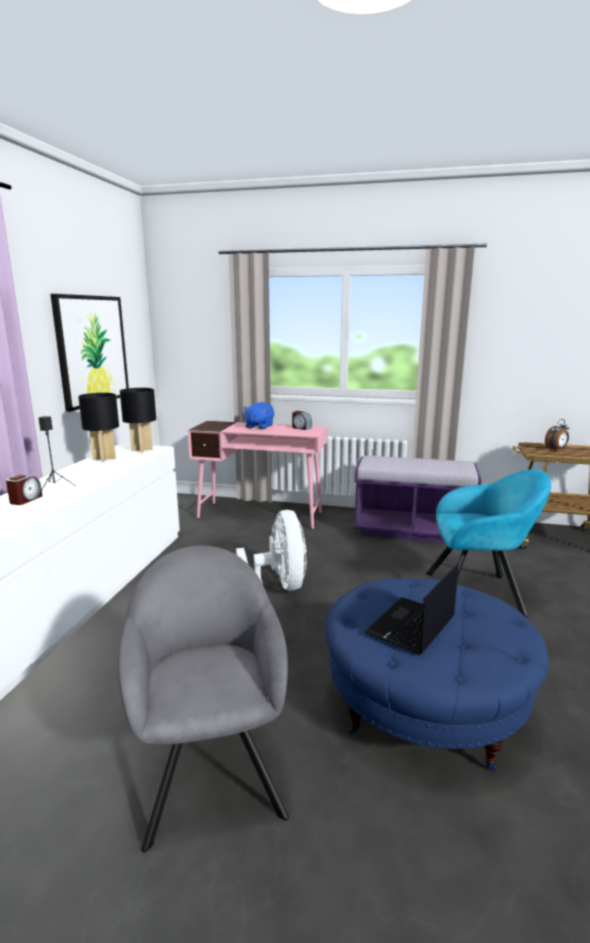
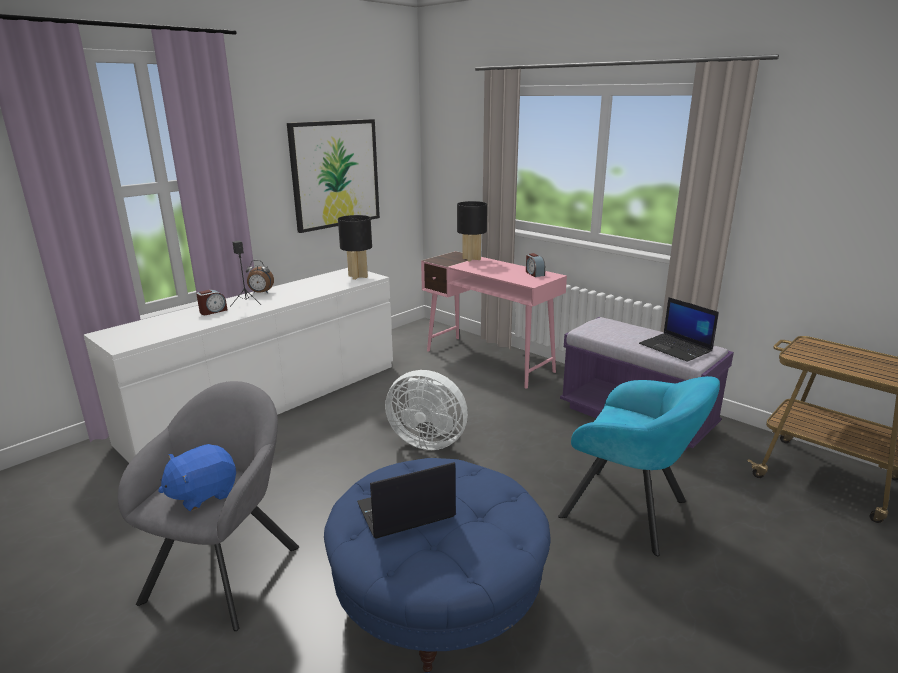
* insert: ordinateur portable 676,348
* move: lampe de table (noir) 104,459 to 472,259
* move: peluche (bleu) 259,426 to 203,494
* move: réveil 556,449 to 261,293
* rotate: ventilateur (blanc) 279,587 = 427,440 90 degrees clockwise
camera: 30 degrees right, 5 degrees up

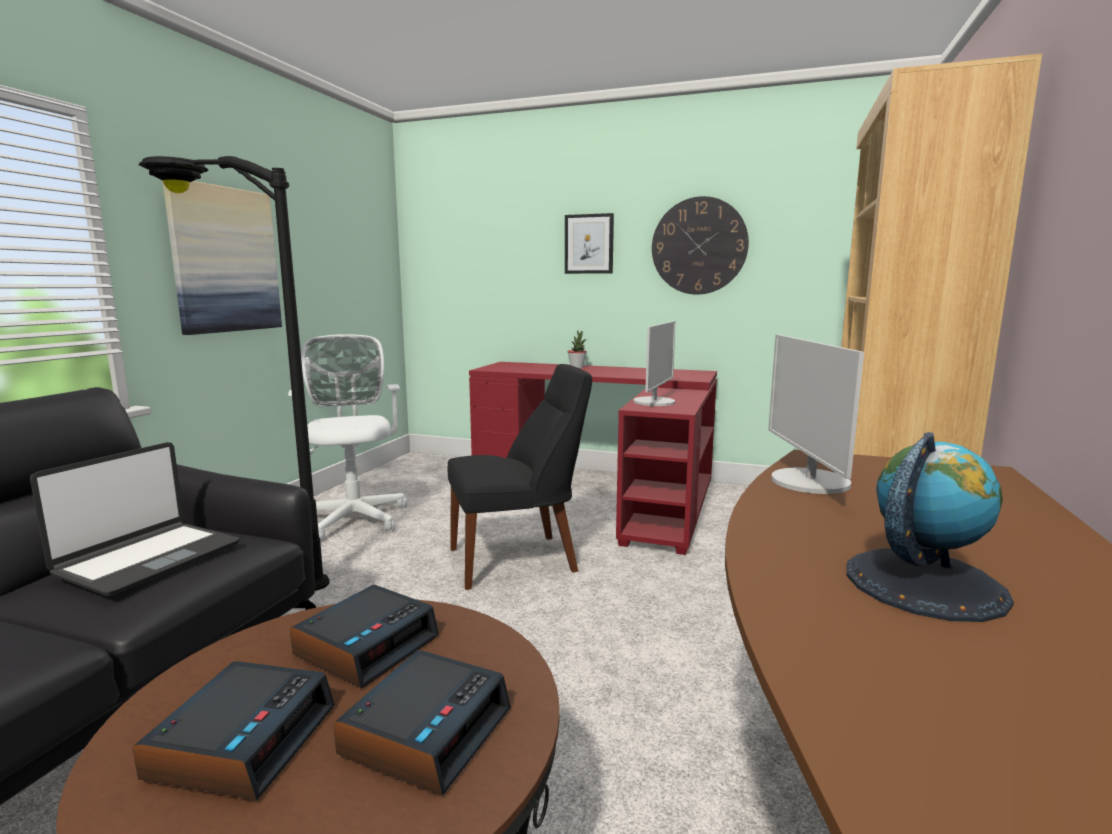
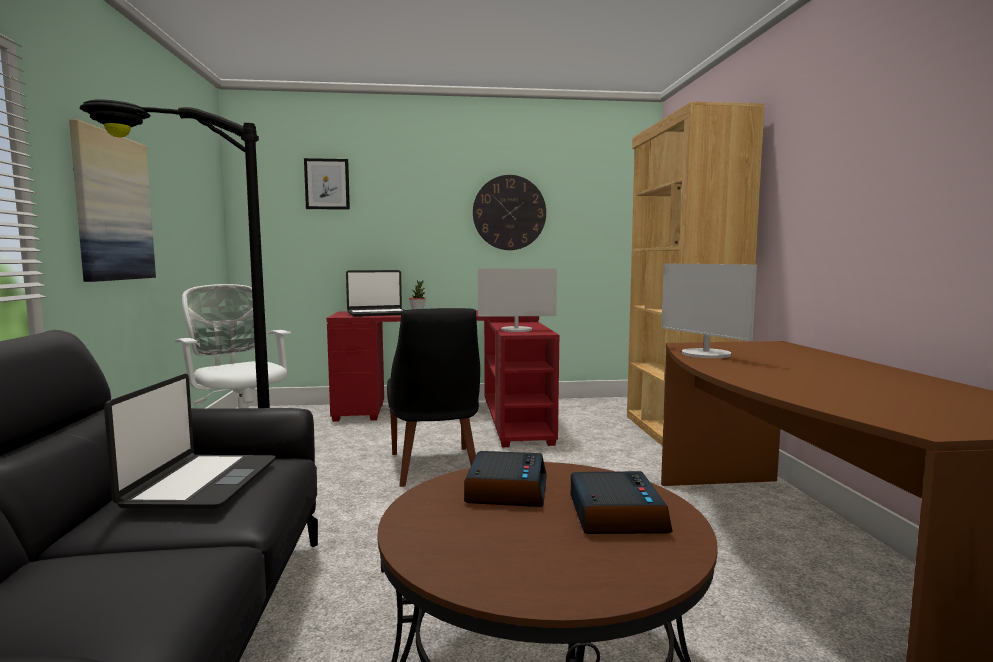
* delete: réveil 243,741
* delete: globe 923,583
* insert: ordinateur portable 377,313
* move: tableau 589,244 to 327,184
* rotate: chaise (noir) 519,560 = 435,468 120 degrees clockwise
* rotate: écran d'ordinateur 654,402 = 516,330 90 degrees clockwise
camera: 25 degrees left, 5 degrees down

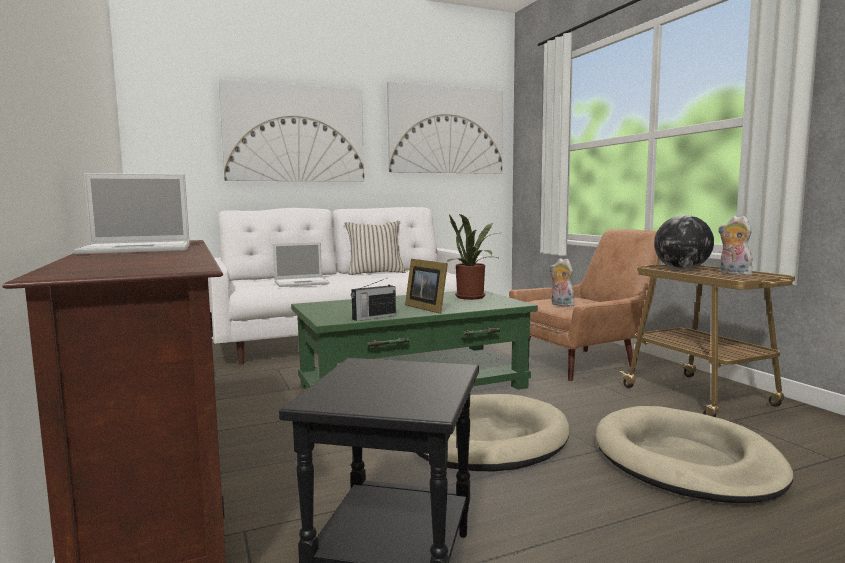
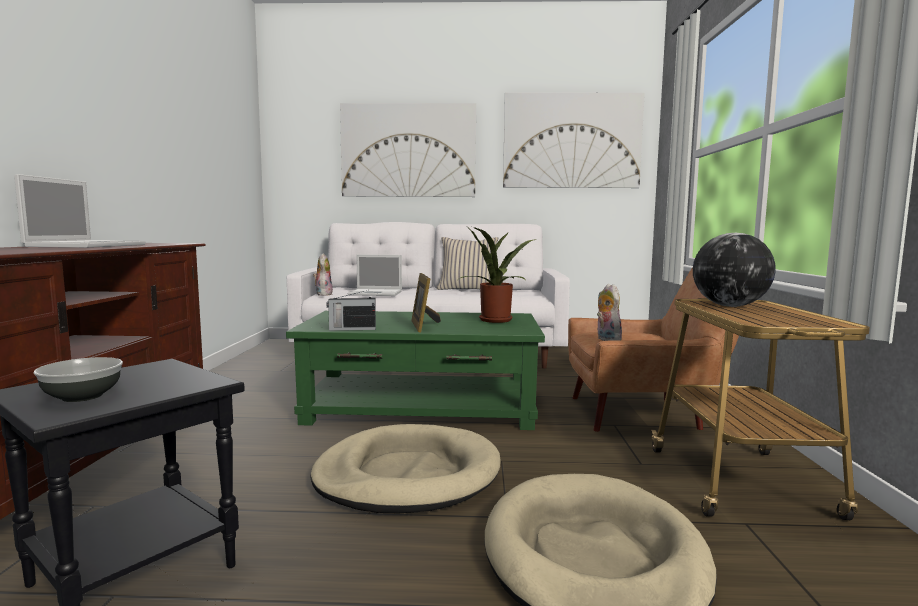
* insert: bol 83,396
* move: peluche 733,274 to 323,294
* rotate: ordinateur portable 139,249 = 88,245 90 degrees counterclockwise
camera: 25 degrees right, 0 degrees up

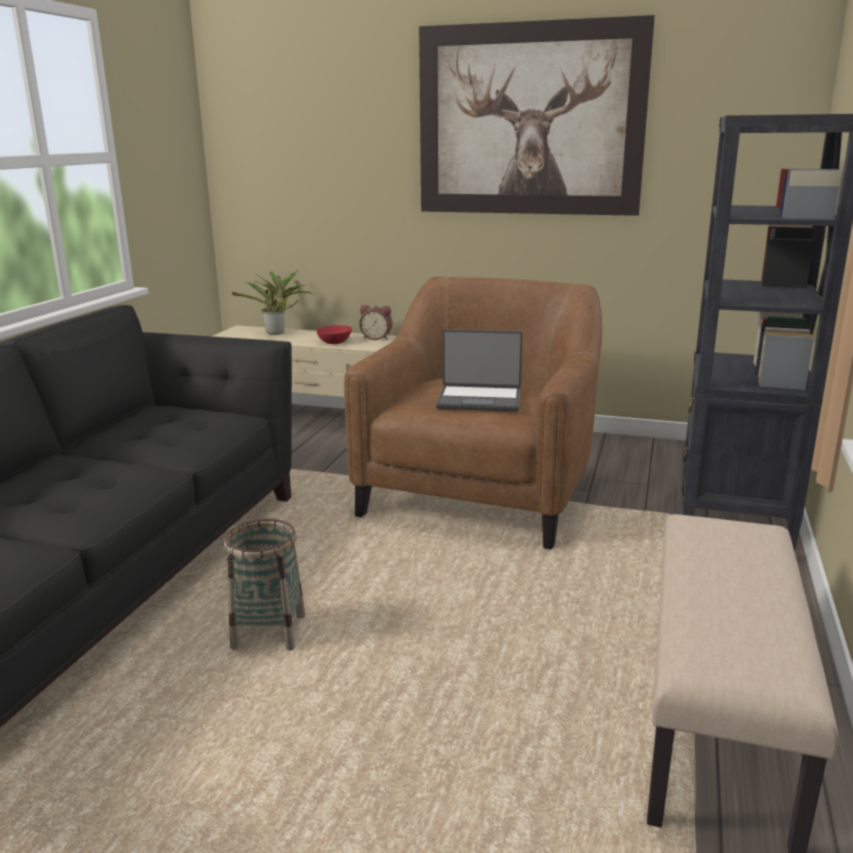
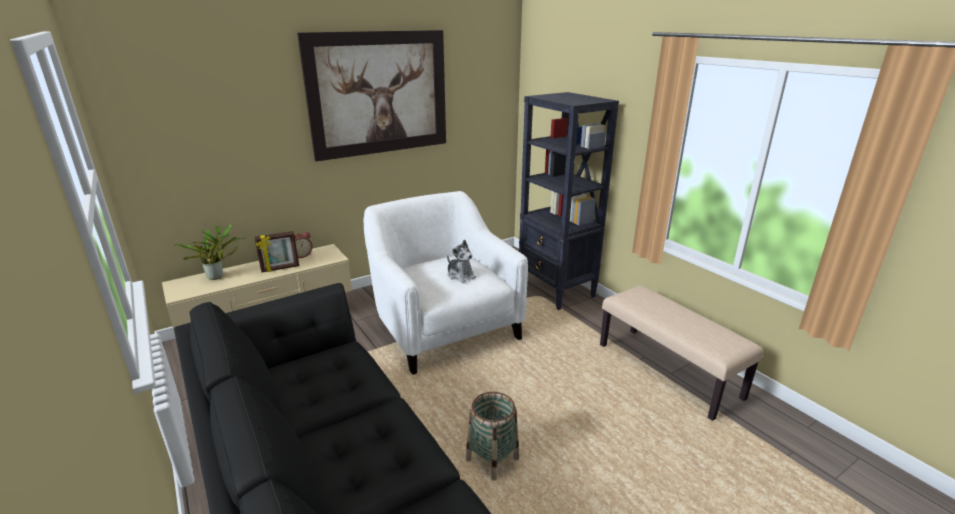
* replace: bol (rouge) 335,342 to cadre photo 280,268
* replace: ordinateur portable 479,400 to peluche 460,275
* recolor: fauteuil (marron) 480,491 to fauteuil (blanc) 443,326
camera: 50 degrees left, 5 degrees up

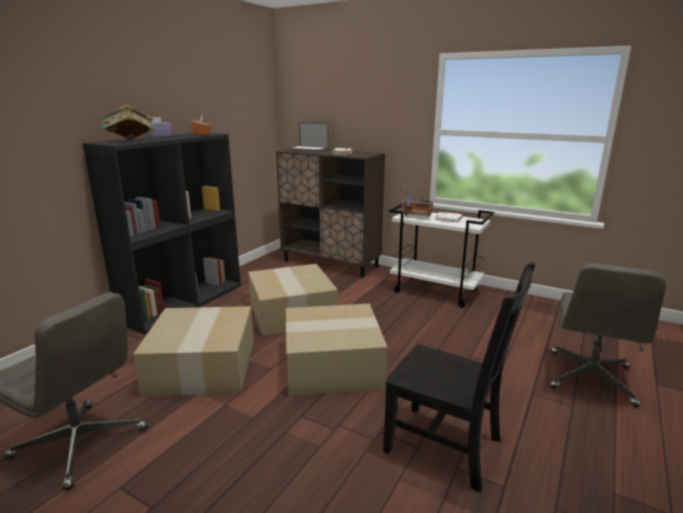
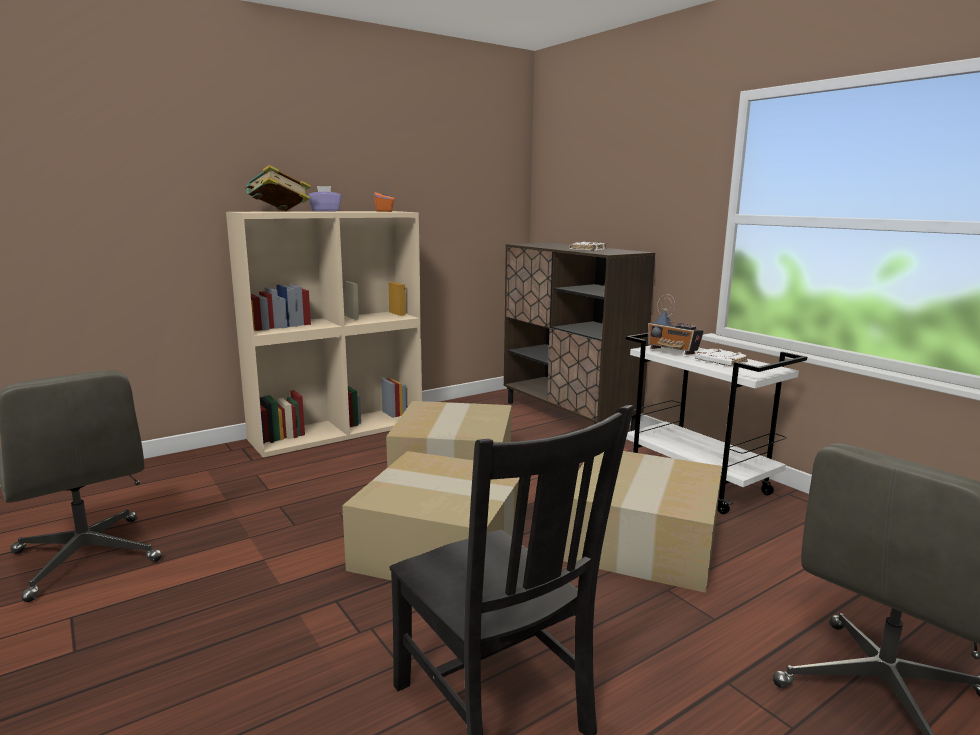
* delete: ordinateur portable 308,150
* move: carton 203,367 to 643,542
* recolor: bibliothèque (noir) 184,302 to bibliothèque (beige) 338,430
camera: 25 degrees right, 5 degrees down

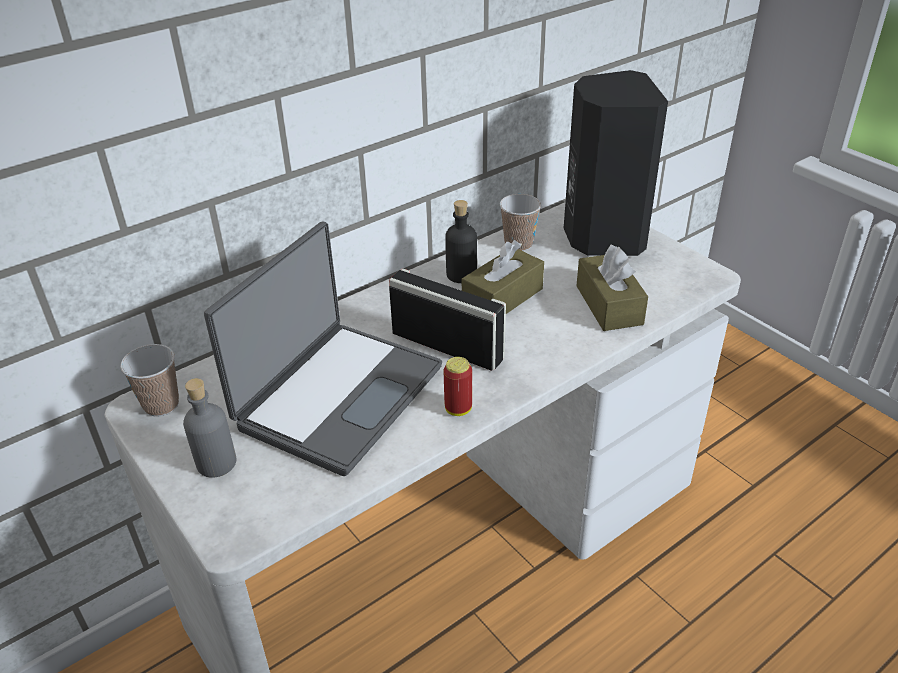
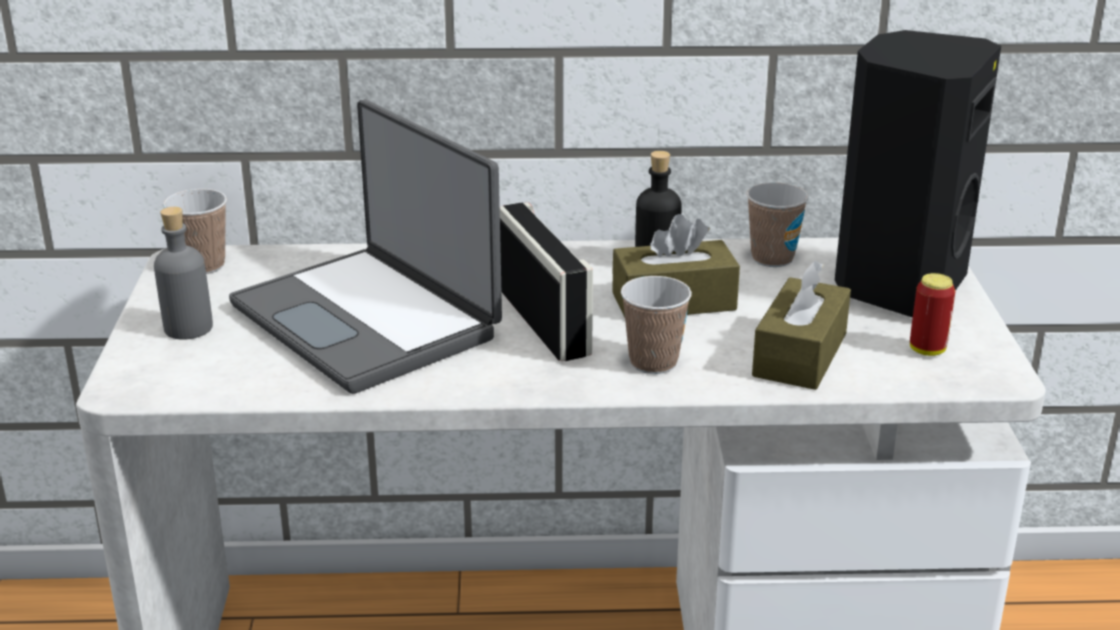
* insert: tasse 653,362
* move: boîte métallique 458,409 to 927,350
* rotate: ordinateur portable 337,396 = 368,320 75 degrees clockwise
camera: 35 degrees right, 10 degrees down

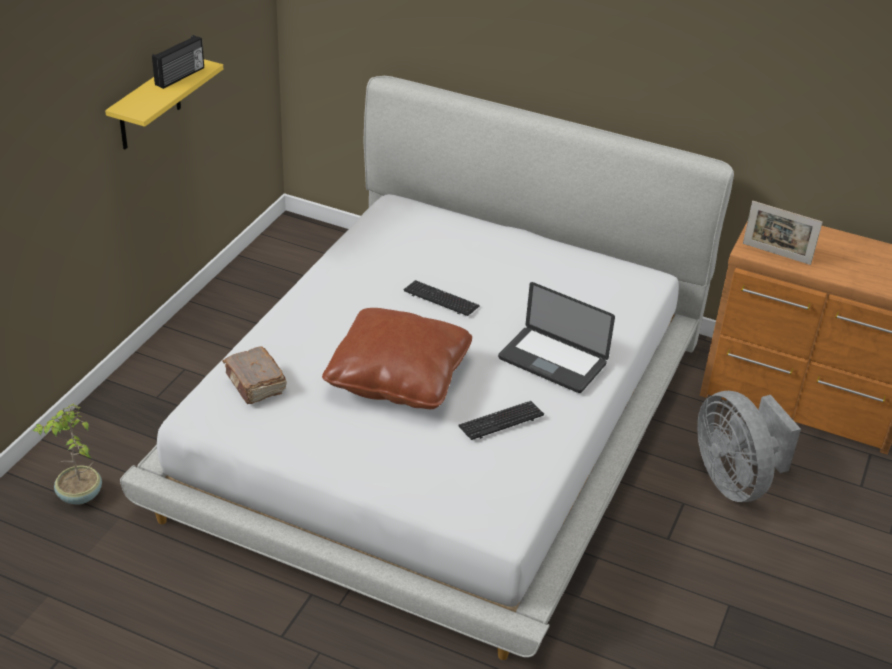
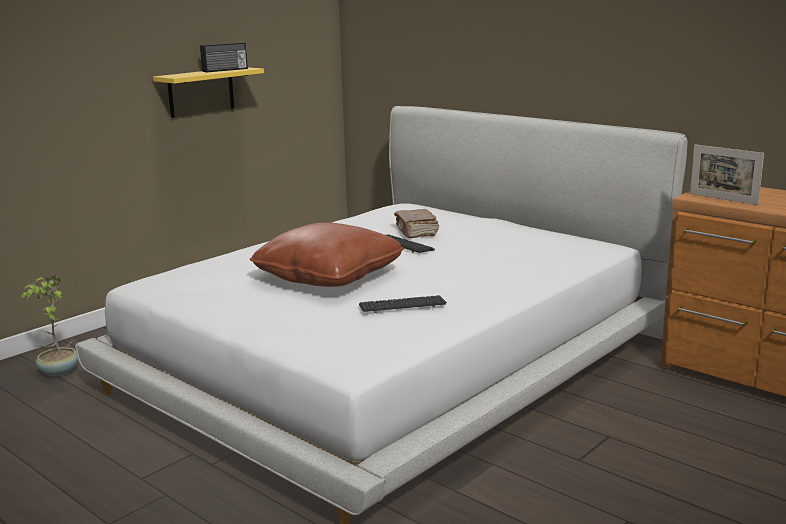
* delete: ordinateur portable 552,361
* delete: ventilateur (gris) 735,480
* move: livre (marron) 255,384 to 416,232
camera: 20 degrees right, 20 degrees down

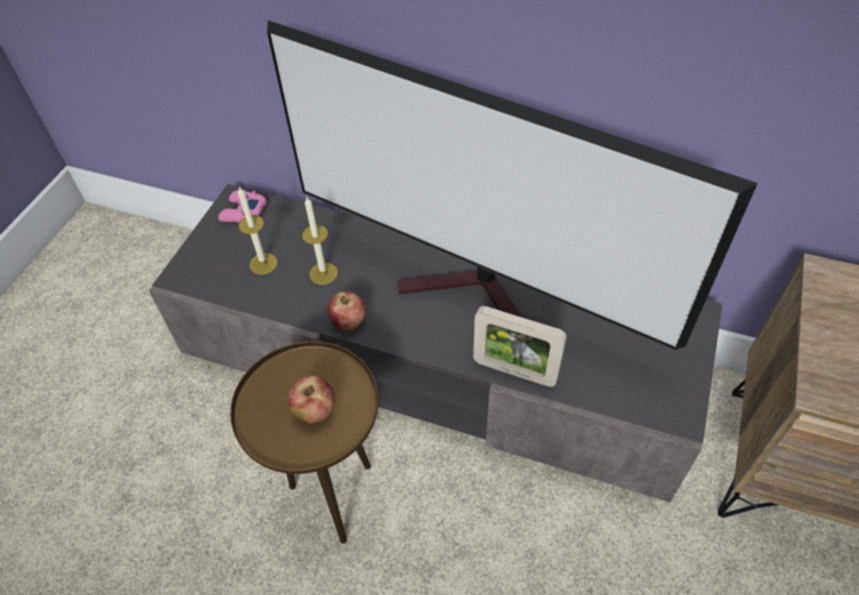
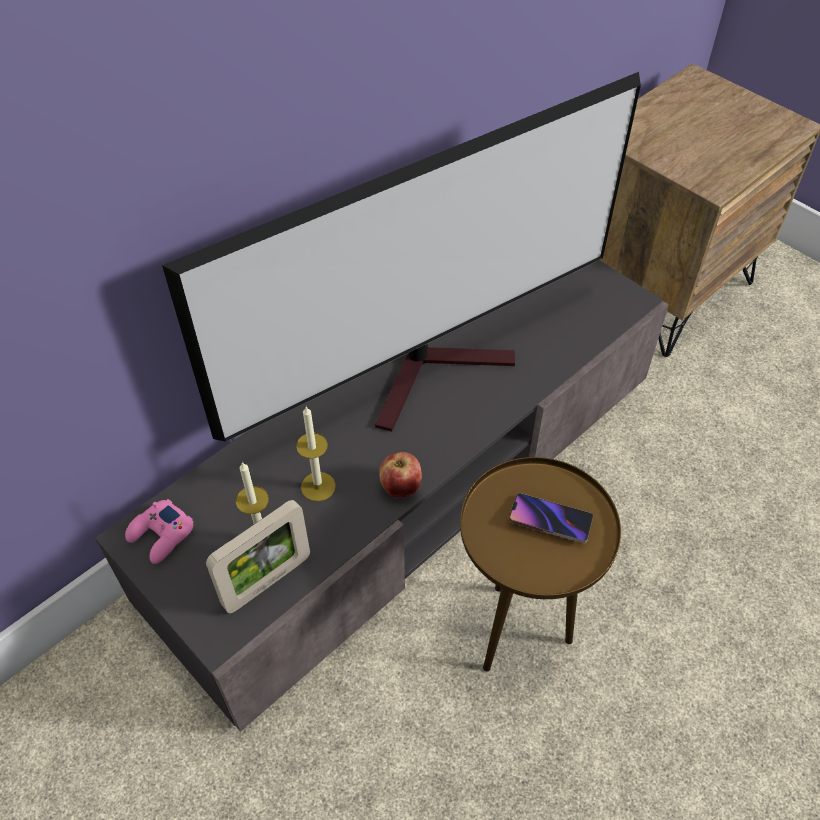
* move: cadre photo 514,371 to 267,582
* replace: pomme 315,411 to téléphone 550,520
camera: 65 degrees left, 0 degrees up

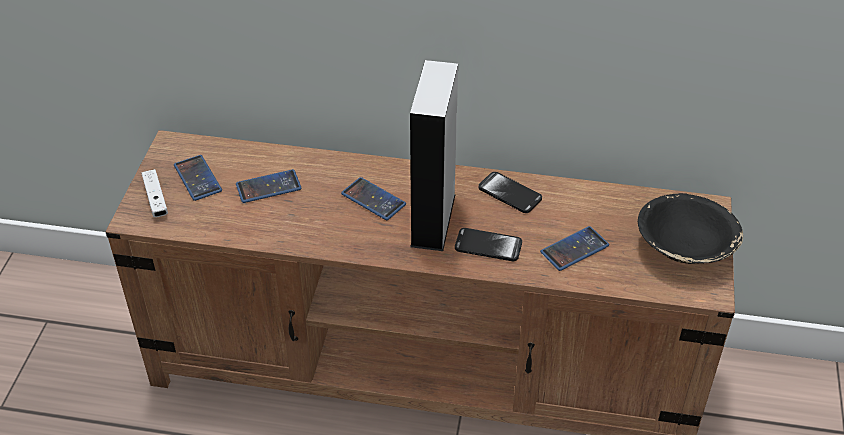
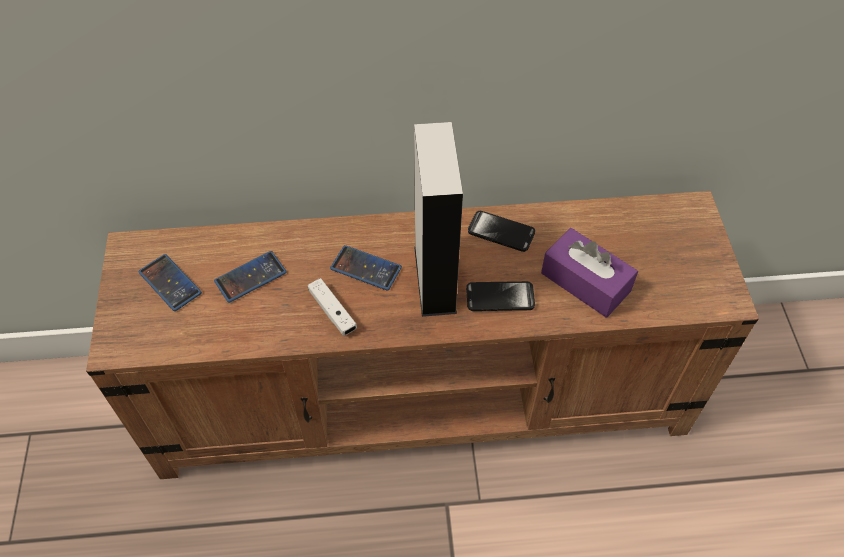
* delete: bol (noir) 684,247
* move: manette (blanc) 156,199 to 332,311
* replace: téléphone 574,249 to boîte à mouchoirs (violet) 585,282
camera: 15 degrees left, 10 degrees up

